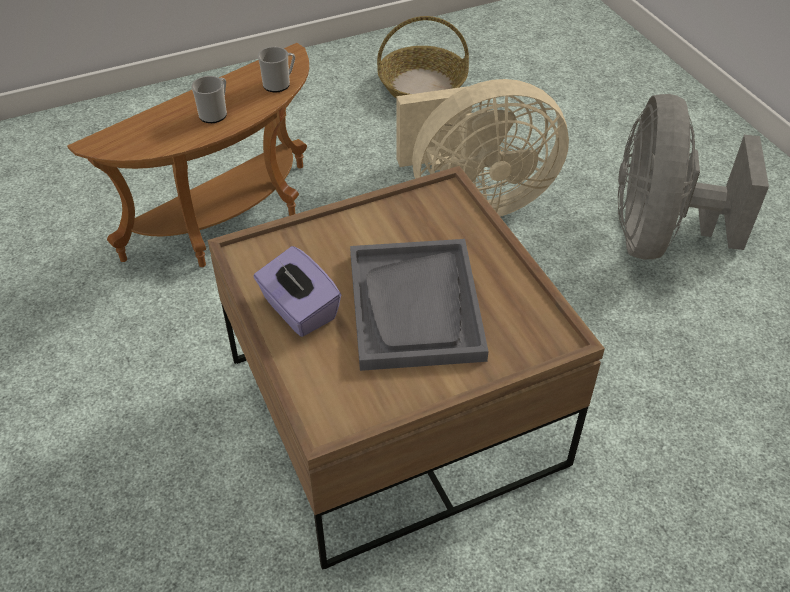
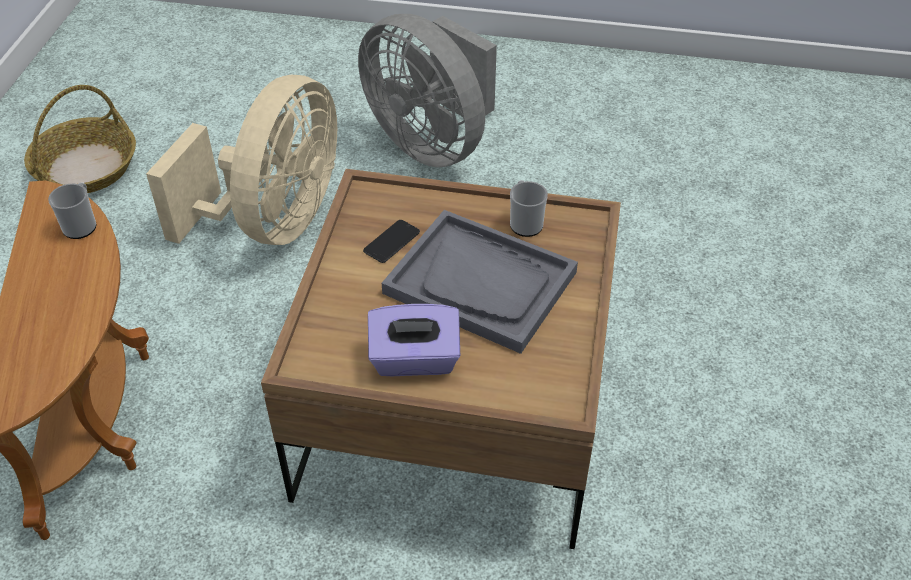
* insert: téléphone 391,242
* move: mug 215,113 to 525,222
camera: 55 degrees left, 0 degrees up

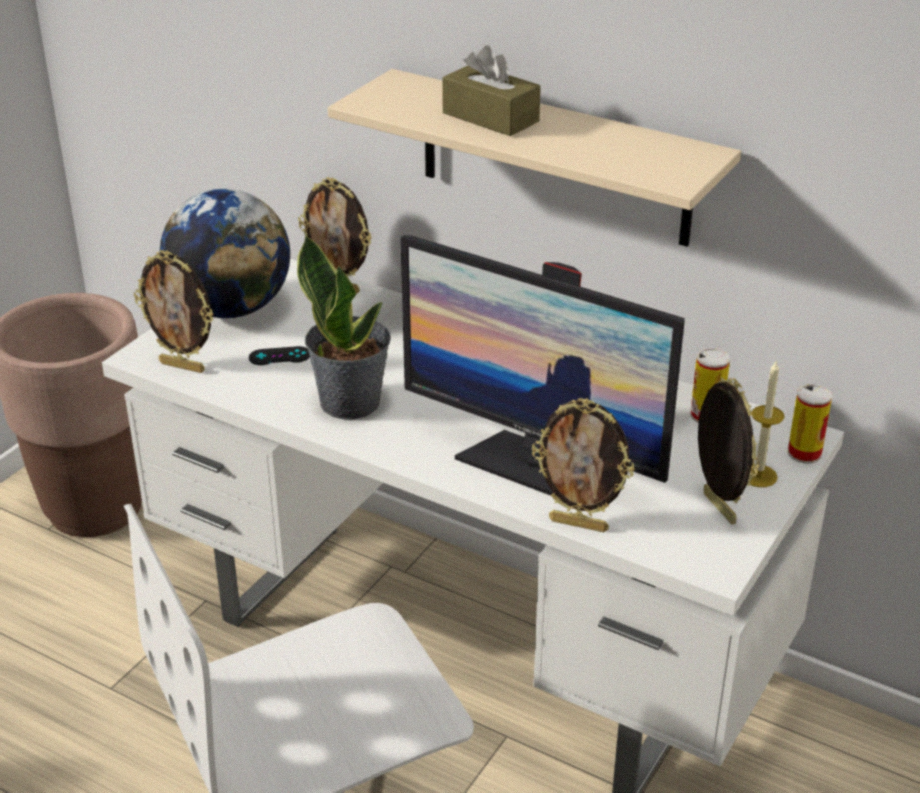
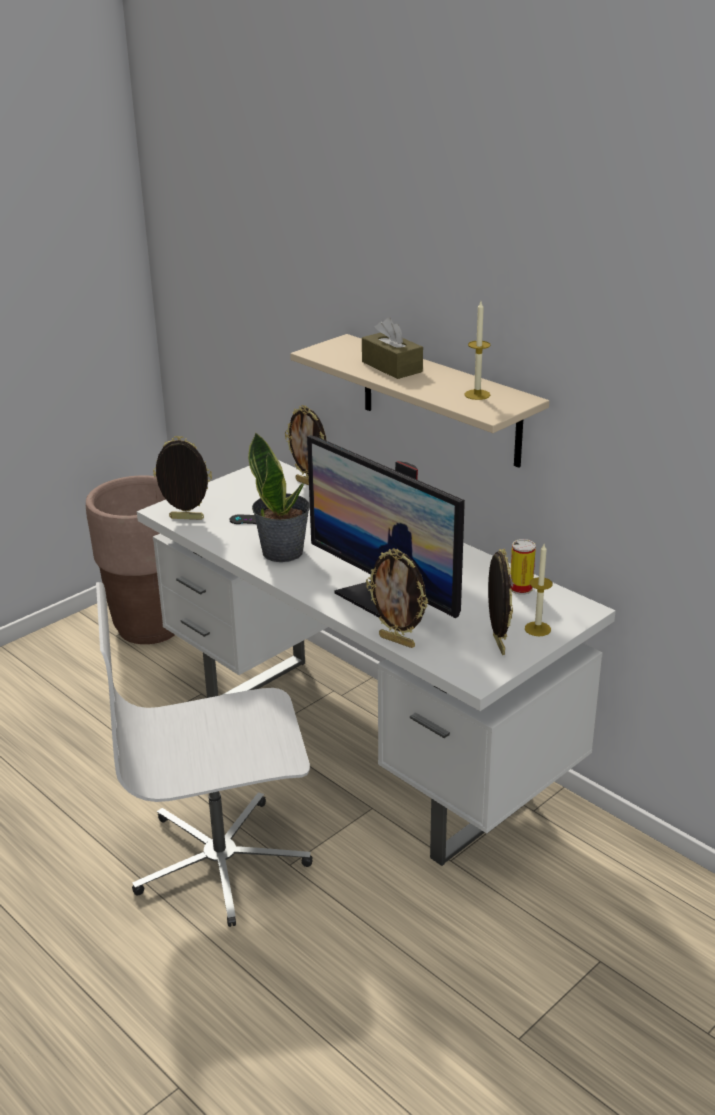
* delete: globe 231,308
* delete: boîte métallique 804,453
* insert: bougie 477,394
* rotate: cadre photo 183,366 = 186,519 150 degrees clockwise
camera: 15 degrees right, 5 degrees down

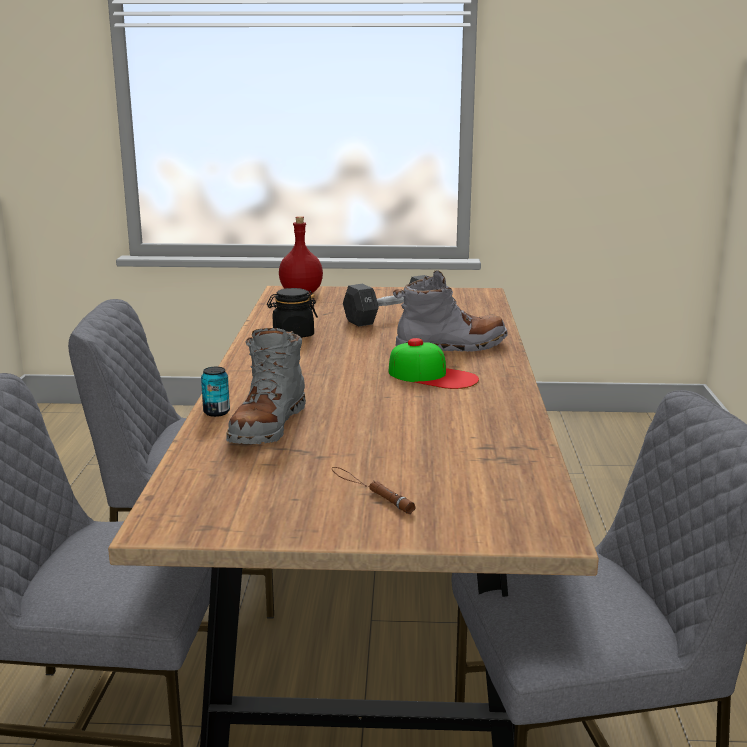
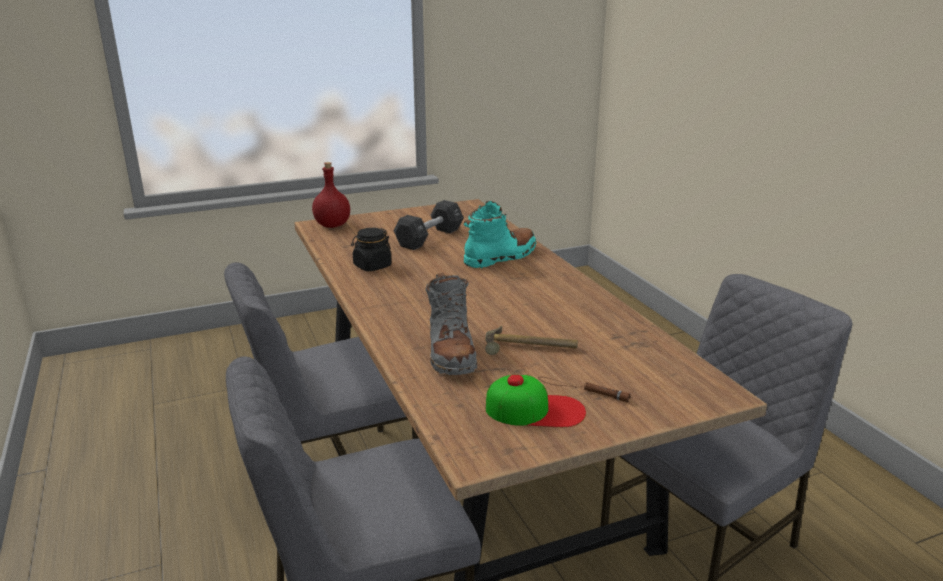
* delete: boîte métallique 216,412
* insert: marteau 530,348
* move: casquette 432,376 to 535,410
* recolor: botte (gris) 451,346 to botte (turquoise) 501,257
camera: 25 degrees left, 5 degrees up

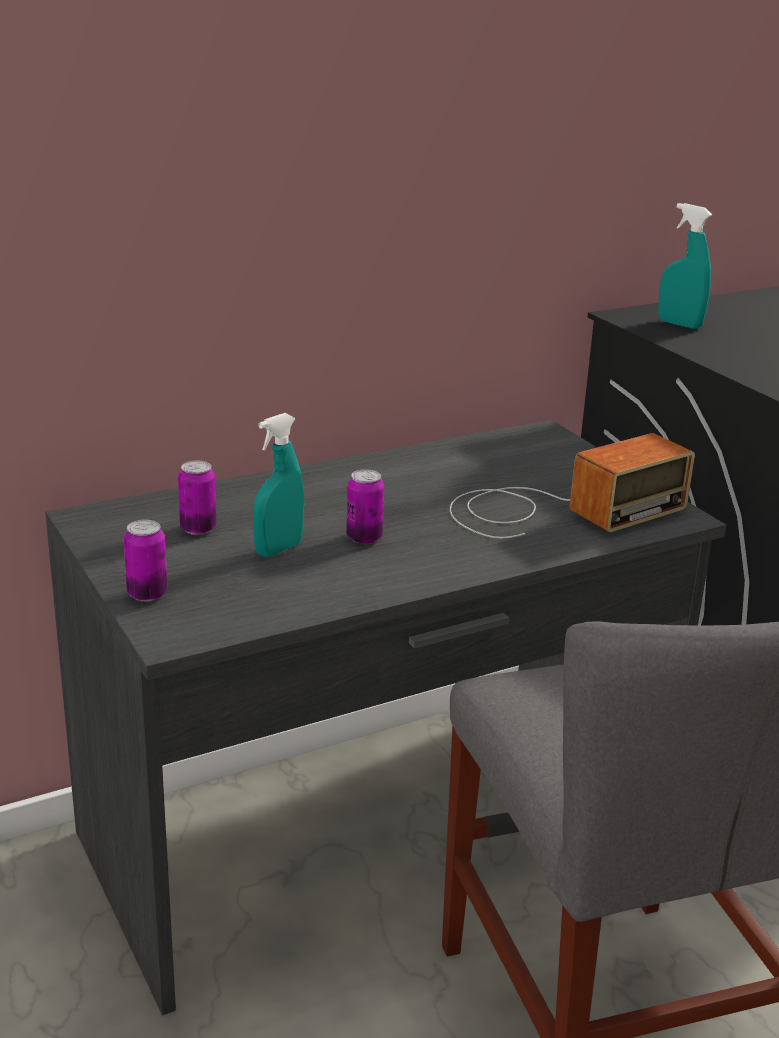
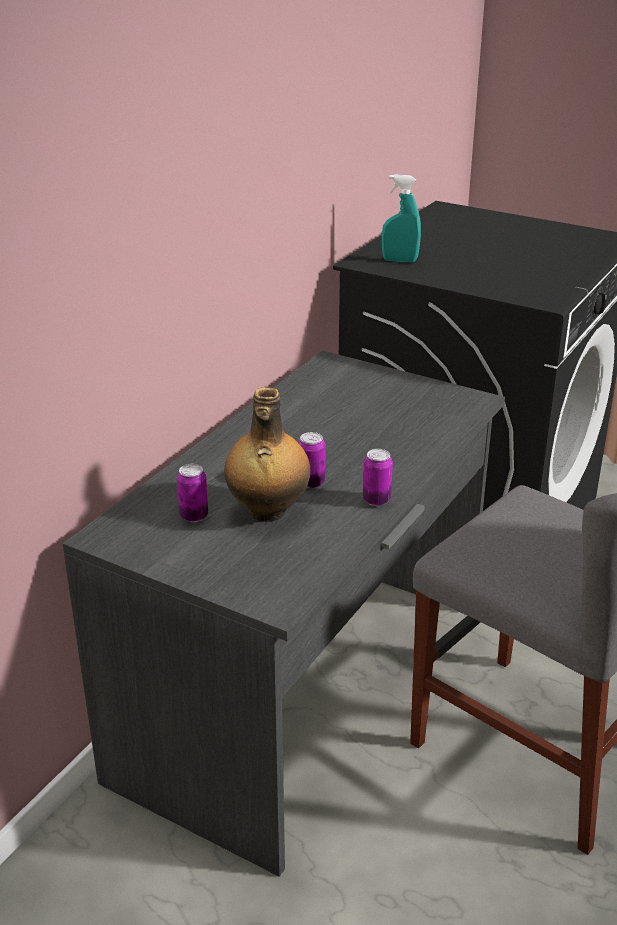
* delete: radio 557,510
* move: boîte métallique 147,594 to 376,500
* replace: vaporisateur (turquoise) 278,549 to bouteille 267,512
camera: 30 degrees left, 5 degrees up

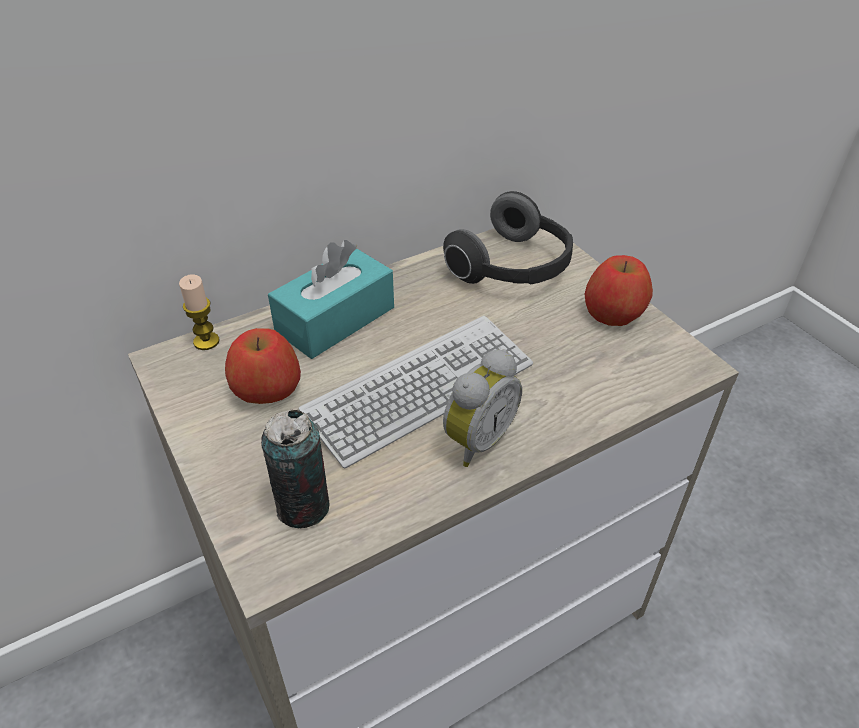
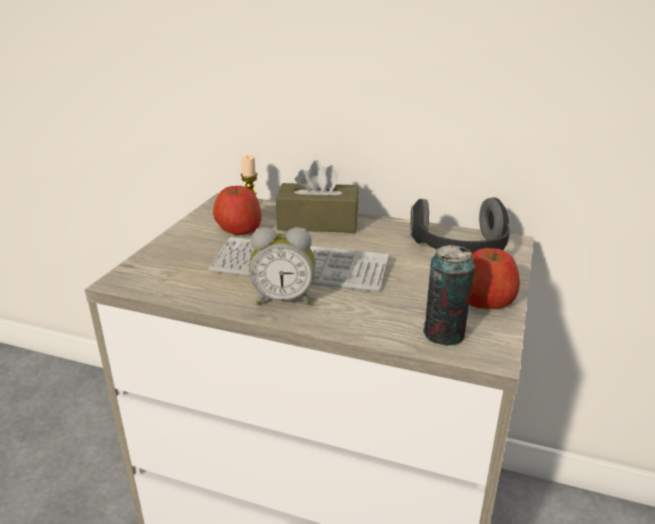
* move: boîte métallique 303,507 to 444,334
* recolor: boîte à mouchoirs (turquoise) 335,319 to boîte à mouchoirs (marron) 318,223
camera: 50 degrees right, 15 degrees down

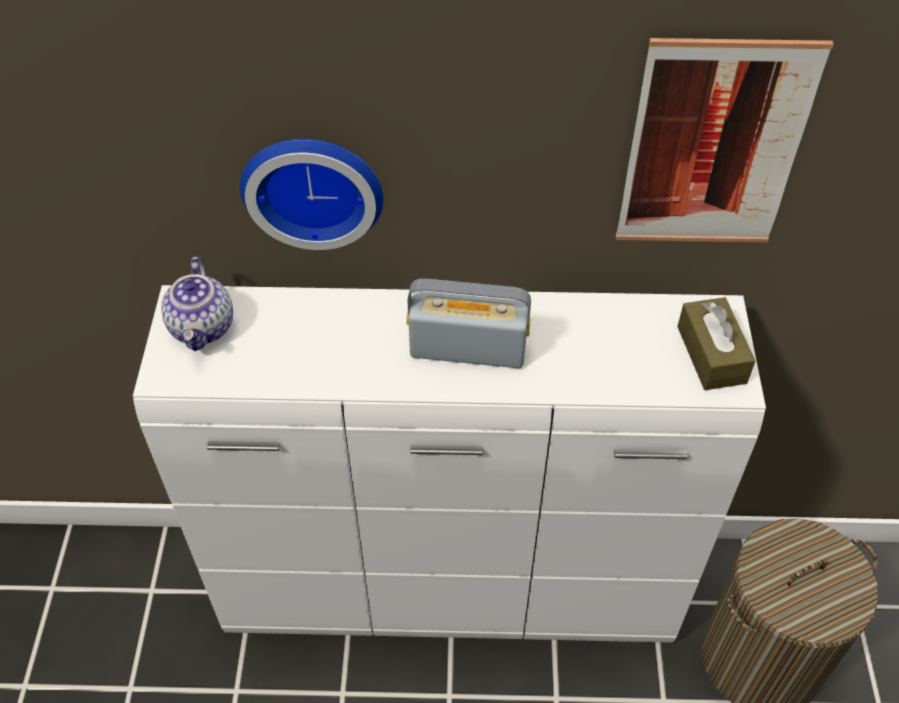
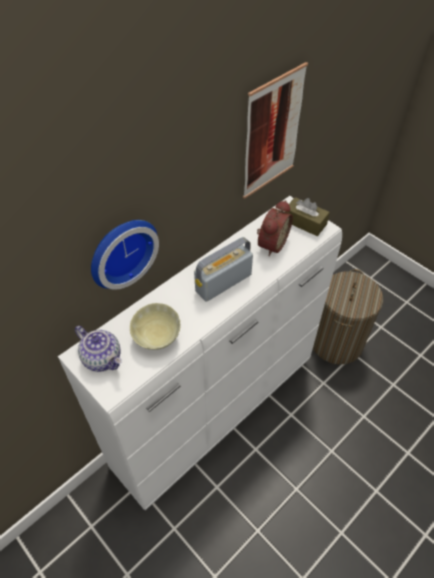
* insert: bol (beige) 156,338
* insert: réveil 271,244
camera: 45 degrees left, 0 degrees up

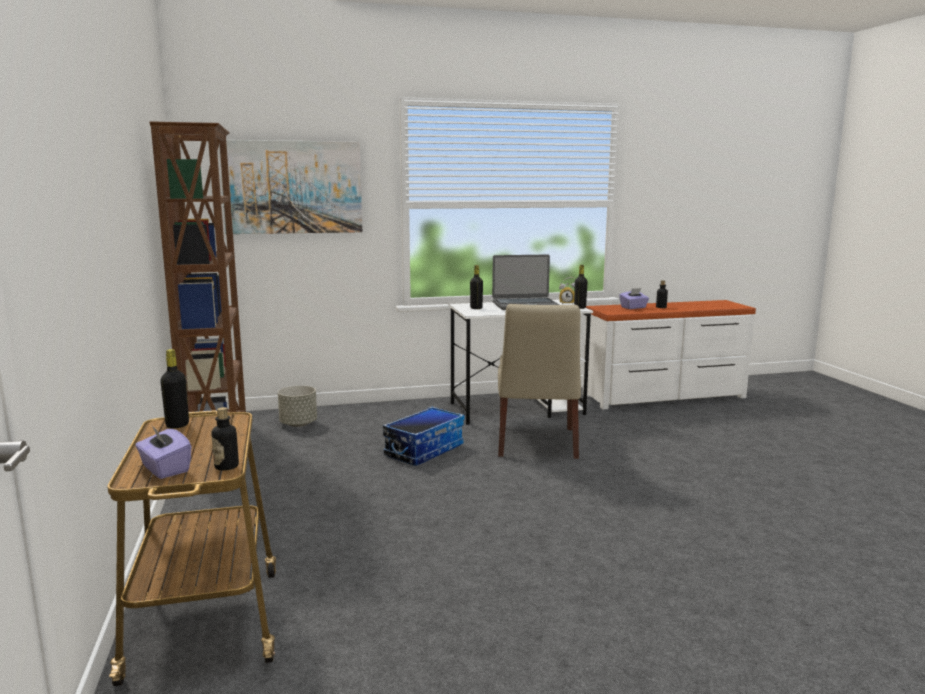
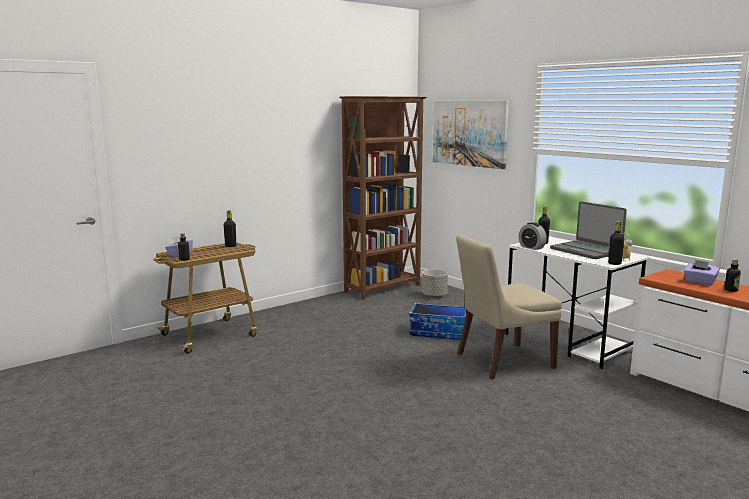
* insert: réveil 531,247
camera: 65 degrees right, 0 degrees up

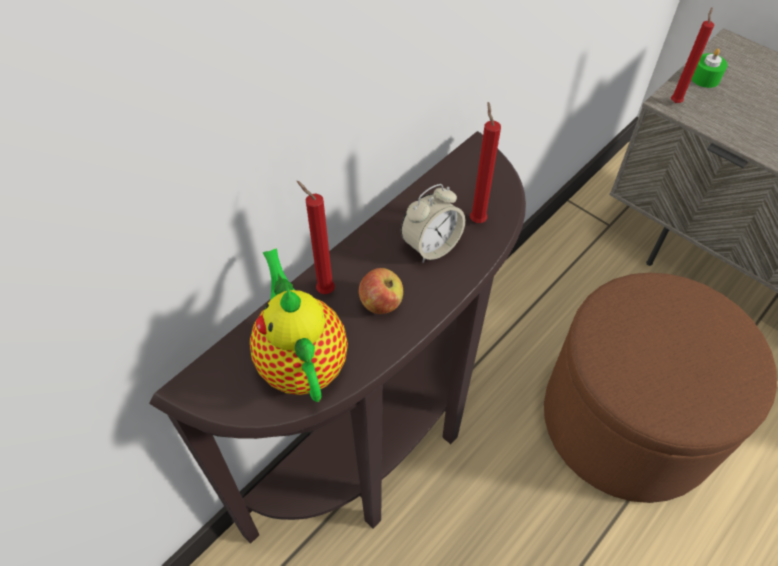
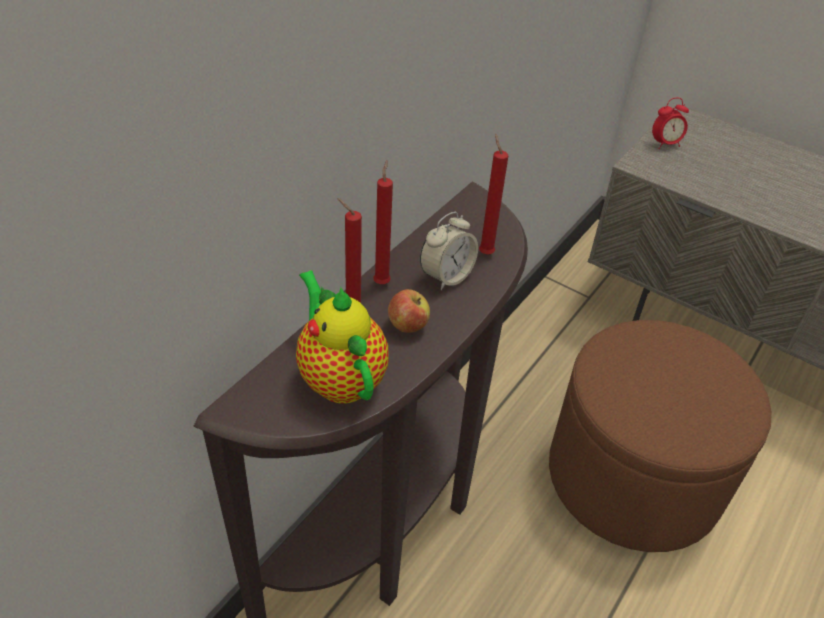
* move: bougie (rouge) 675,101 to 382,282
* replace: bougie (vert) 705,78 to réveil 665,144
camera: 10 degrees left, 10 degrees down

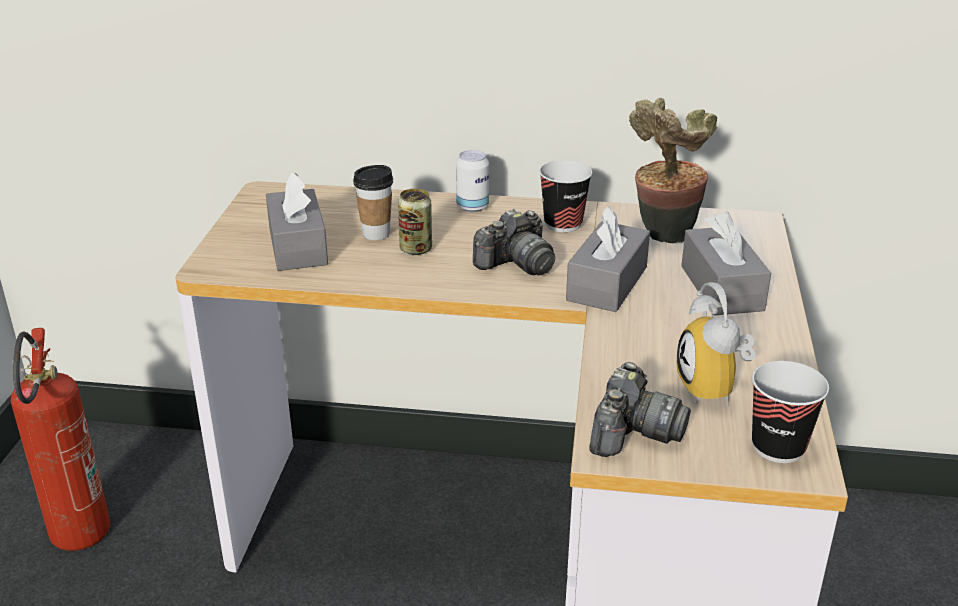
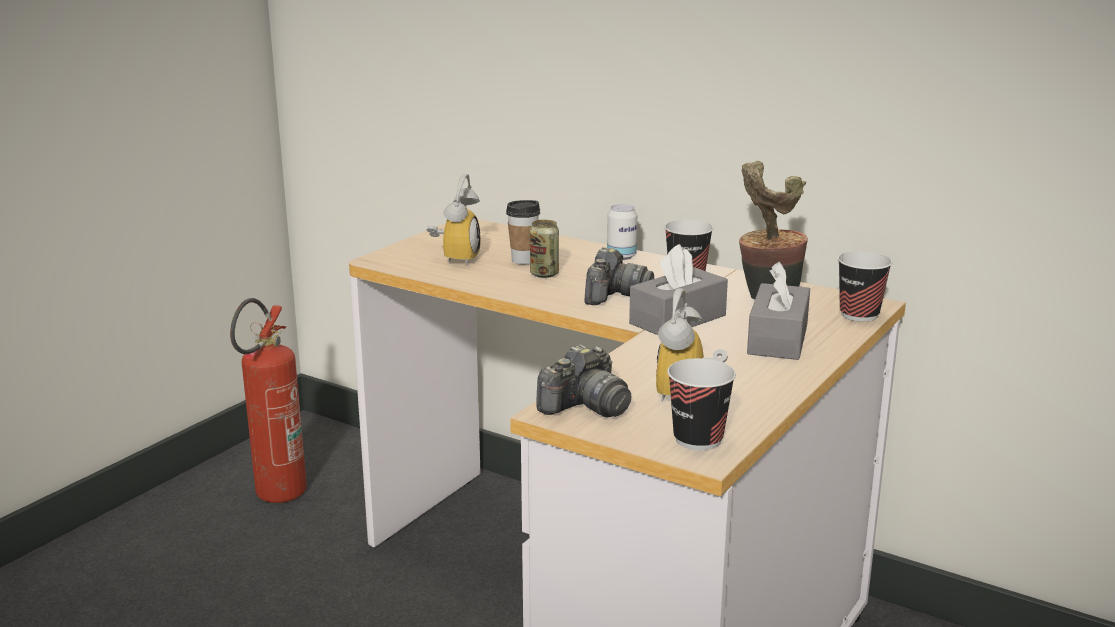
* insert: tasse 859,315
* replace: boîte à mouchoirs (gris) 298,246 to réveil 455,258
* rotate: appareil photo 516,264 = 615,295 60 degrees counterclockwise
camera: 25 degrees right, 10 degrees down

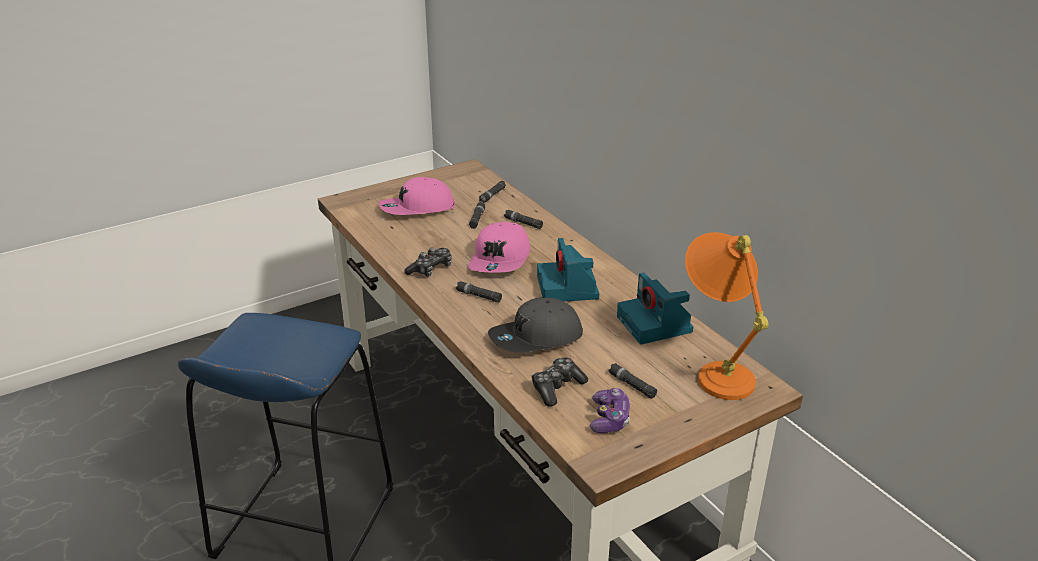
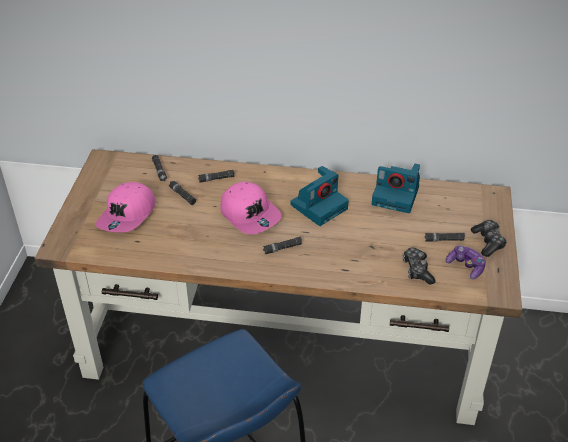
* delete: casquette (gris) 536,338
* delete: lampe de table (orange) 716,369
* move: manette 431,269 to 488,242
* rotate: appareil photo 568,288 = 319,206 75 degrees counterclockwise
camera: 50 degrees left, 10 degrees up

